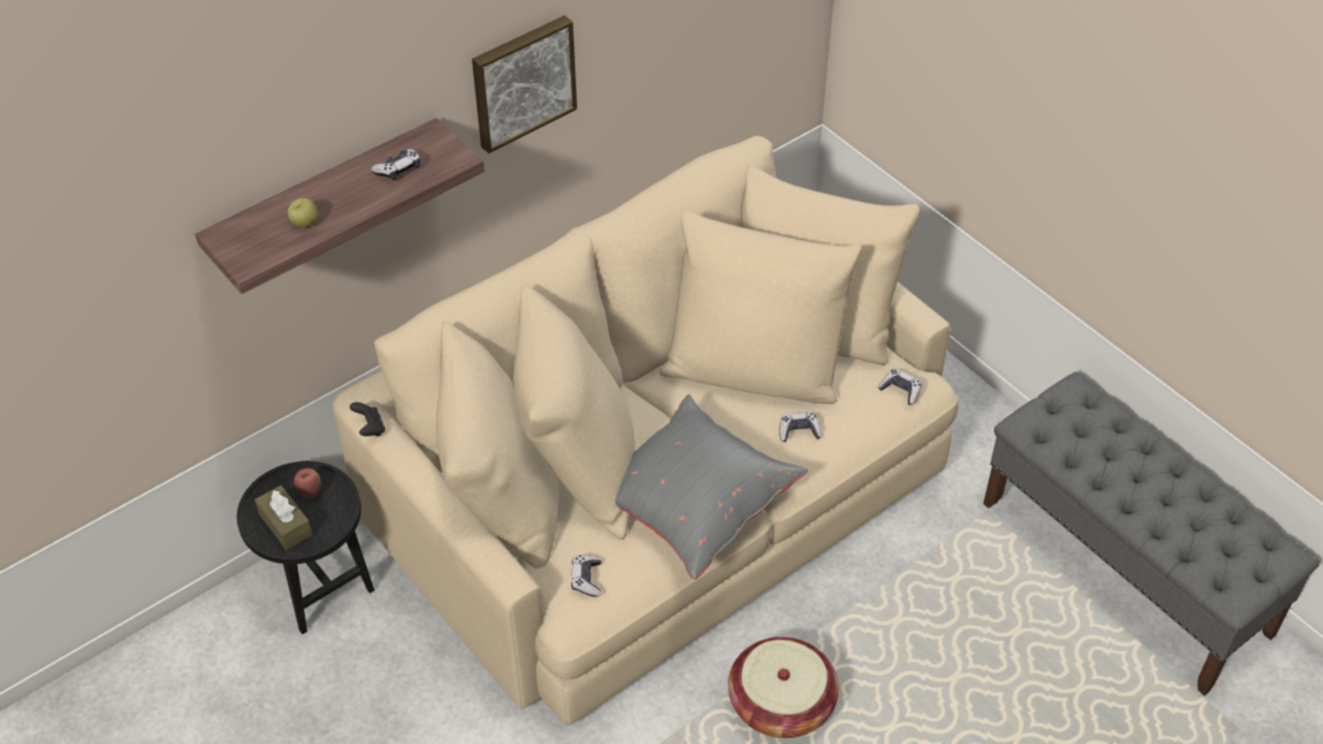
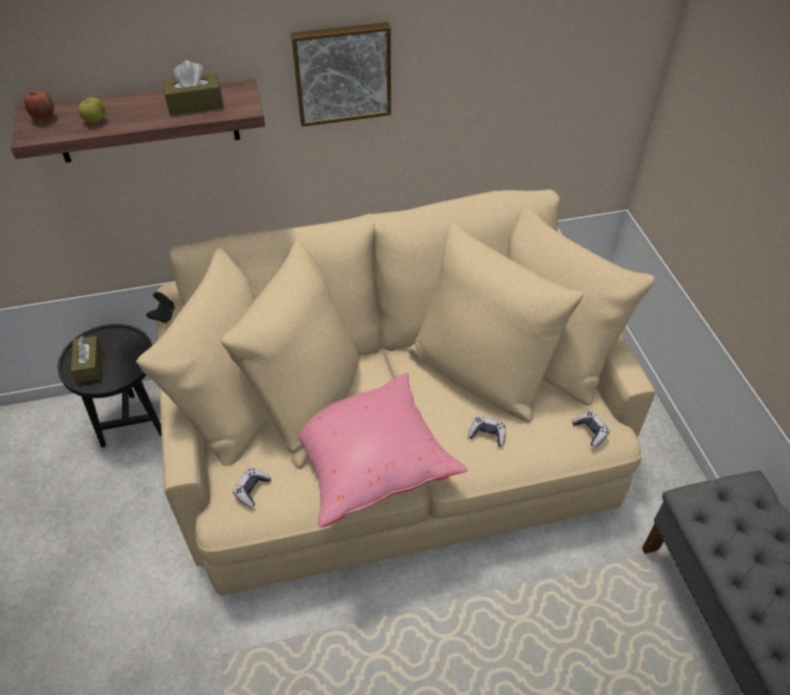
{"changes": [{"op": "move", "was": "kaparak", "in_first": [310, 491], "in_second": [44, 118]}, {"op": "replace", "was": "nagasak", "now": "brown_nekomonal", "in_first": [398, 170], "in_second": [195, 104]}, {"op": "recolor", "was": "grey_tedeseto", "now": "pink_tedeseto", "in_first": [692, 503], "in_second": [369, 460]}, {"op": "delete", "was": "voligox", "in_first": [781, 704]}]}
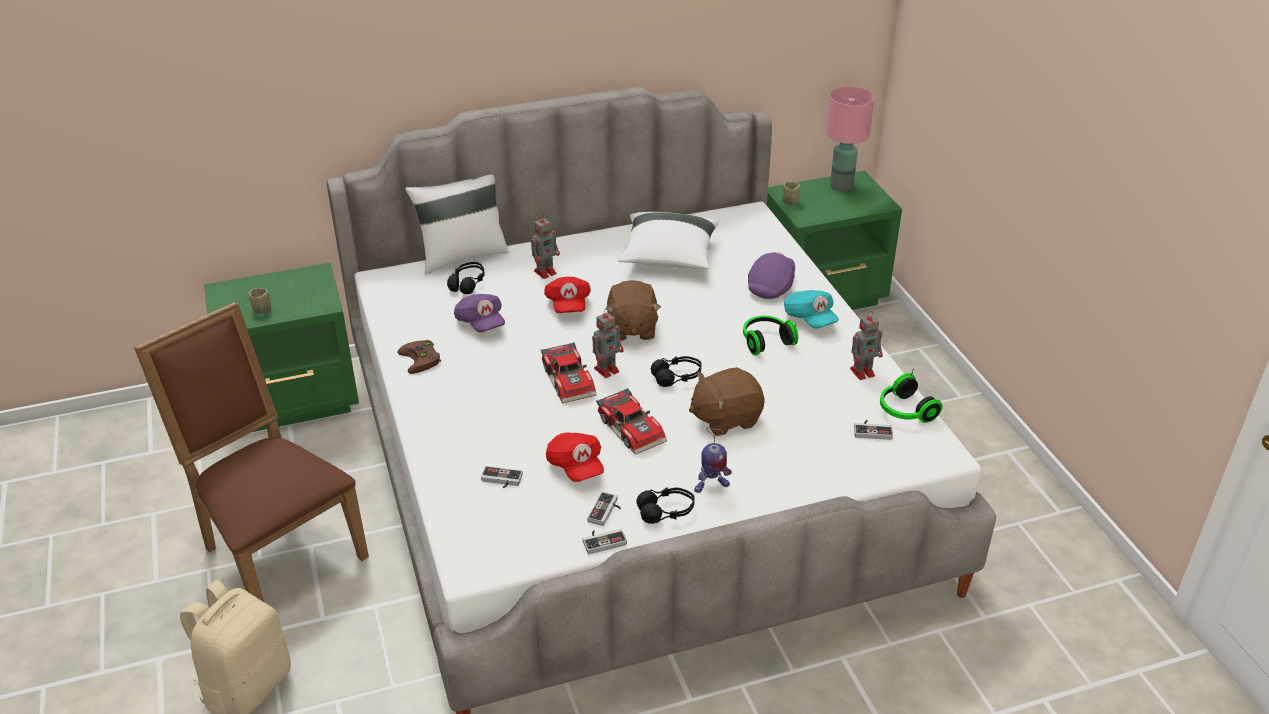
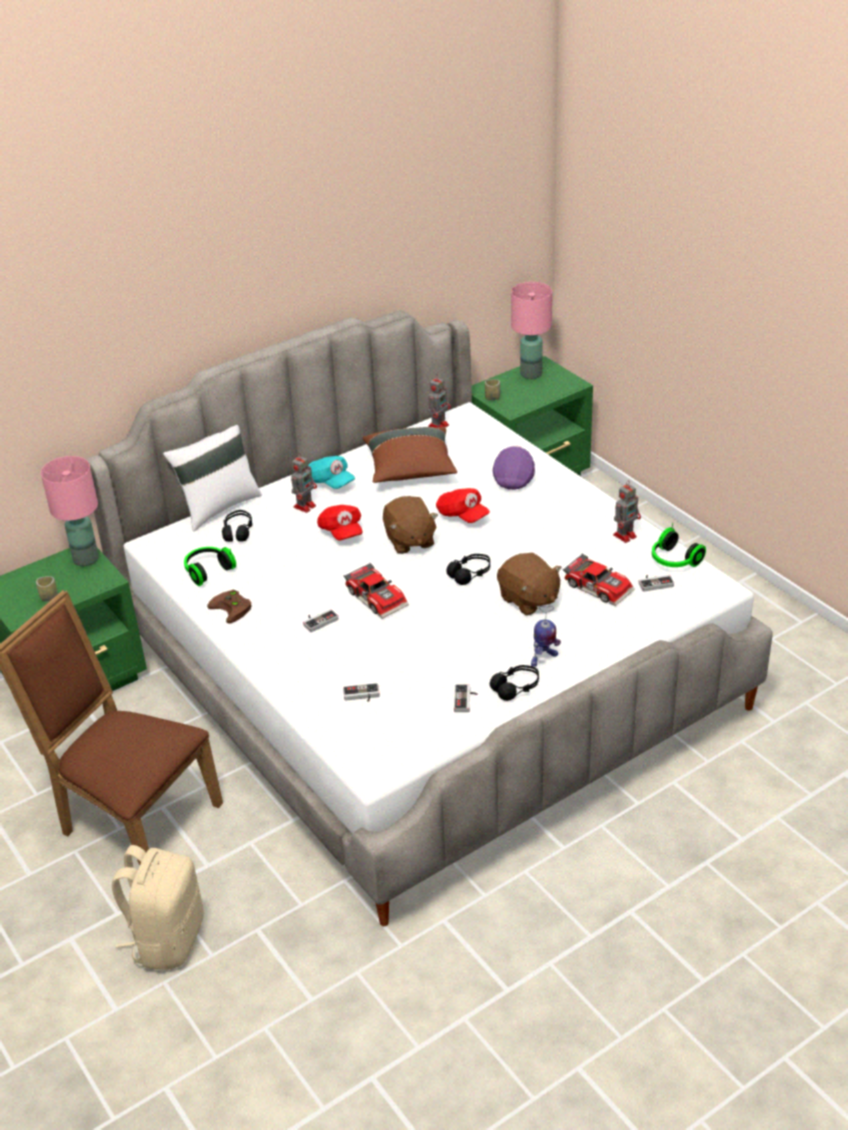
{"changes": [{"op": "insert", "now": "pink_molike", "in_second": [85, 559]}, {"op": "move", "was": "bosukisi", "in_first": [765, 341], "in_second": [207, 571]}, {"op": "move", "was": "nagasak", "in_first": [603, 540], "in_second": [319, 620]}, {"op": "move", "was": "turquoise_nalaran", "in_first": [809, 319], "in_second": [330, 482]}, {"op": "recolor", "was": "white_tedeseto", "now": "brown_tedeseto", "in_first": [668, 257], "in_second": [410, 469]}, {"op": "move", "was": "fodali", "in_first": [607, 369], "in_second": [439, 425]}, {"op": "move", "was": "red_nalaran", "in_first": [575, 466], "in_second": [462, 515]}, {"op": "rotate", "was": "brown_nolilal", "in_first": [725, 418], "in_second": [528, 599], "clockwise": -90}, {"op": "move", "was": "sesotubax", "in_first": [633, 428], "in_second": [599, 586]}, {"op": "delete", "was": "purple_nalaran", "in_first": [480, 323]}]}
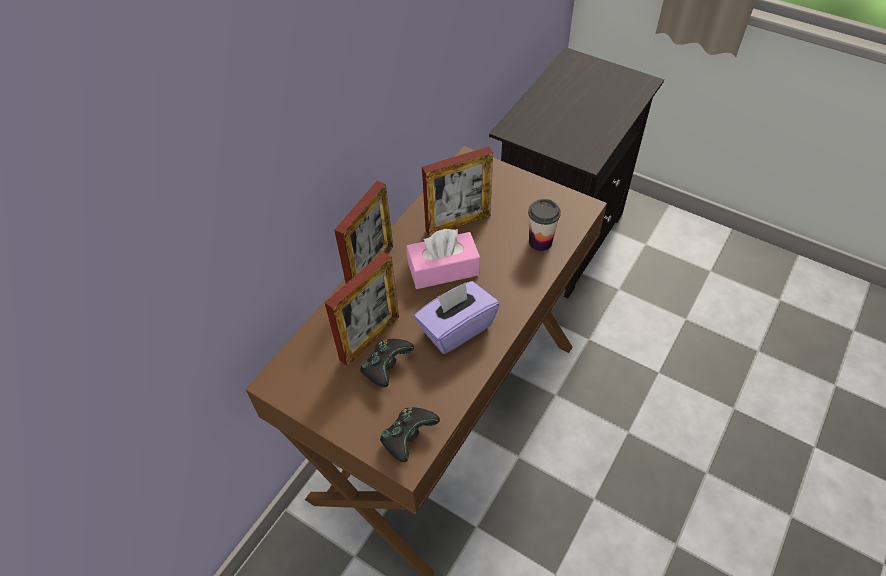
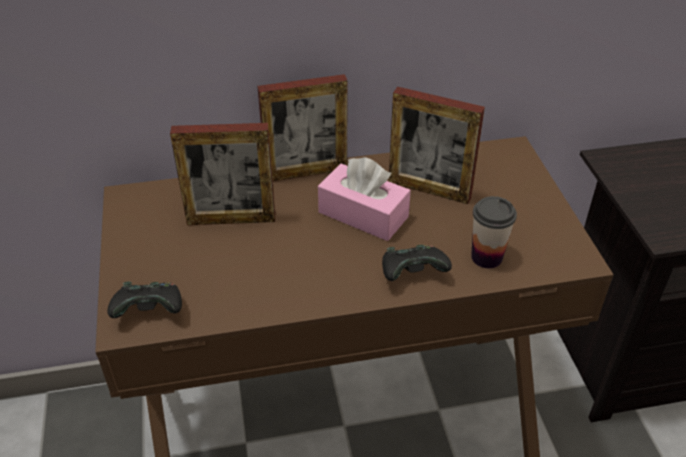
{"changes": [{"op": "move", "was": "black_nagasak", "in_first": [386, 368], "in_second": [412, 274]}, {"op": "delete", "was": "purple_nekomonal", "in_first": [456, 328]}]}
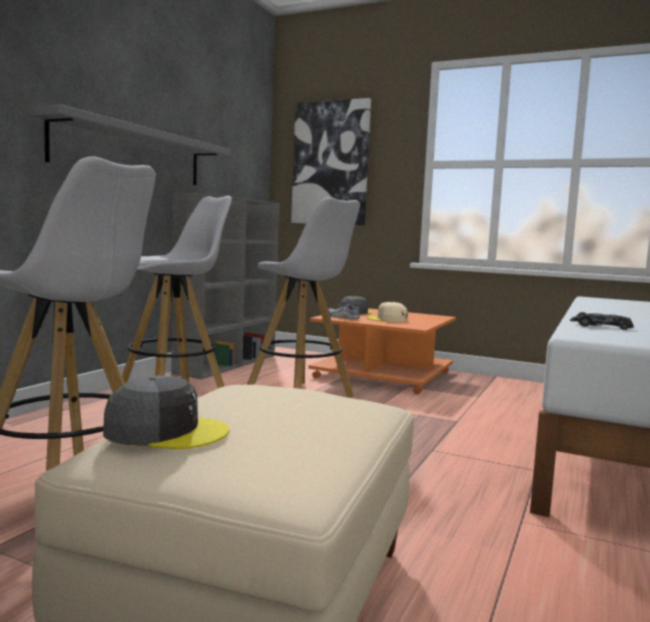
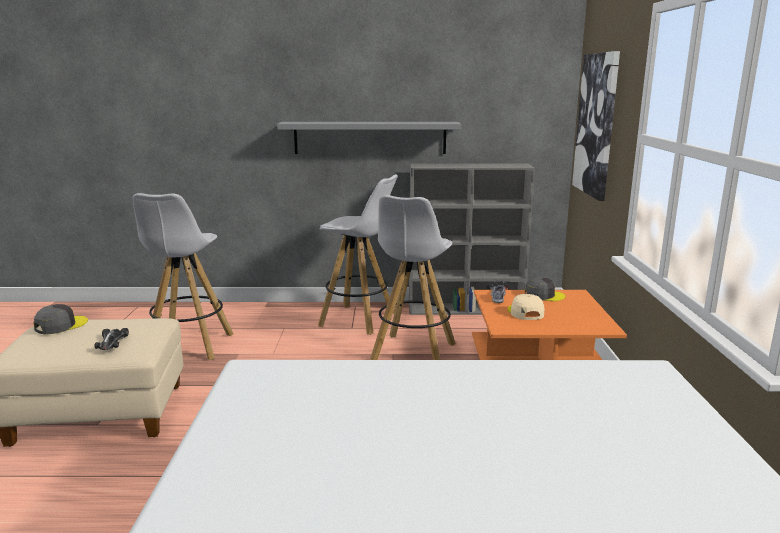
{"changes": [{"op": "rotate", "was": "grey_nalaran", "in_first": [166, 431], "in_second": [61, 325], "clockwise": -120}, {"op": "move", "was": "sesotubax", "in_first": [601, 326], "in_second": [111, 341]}]}
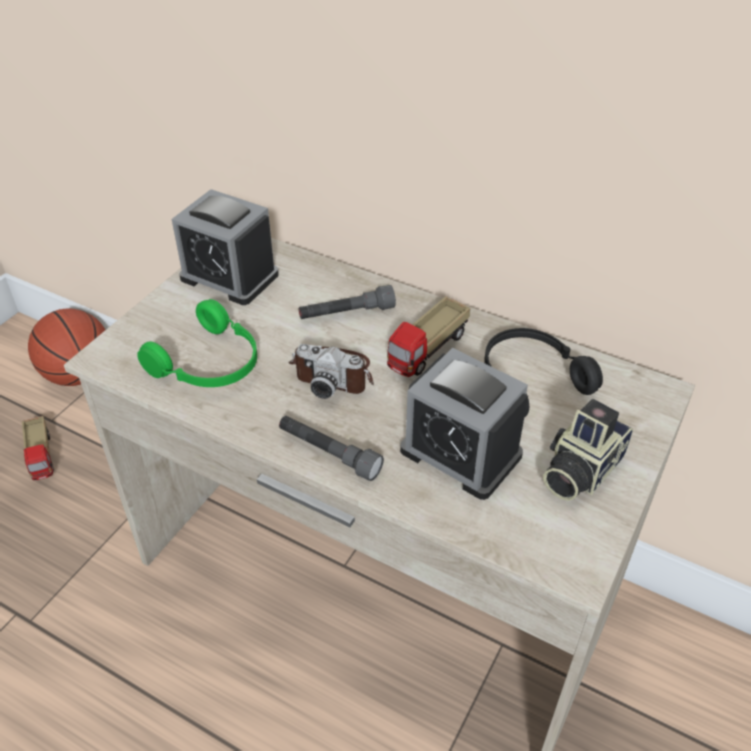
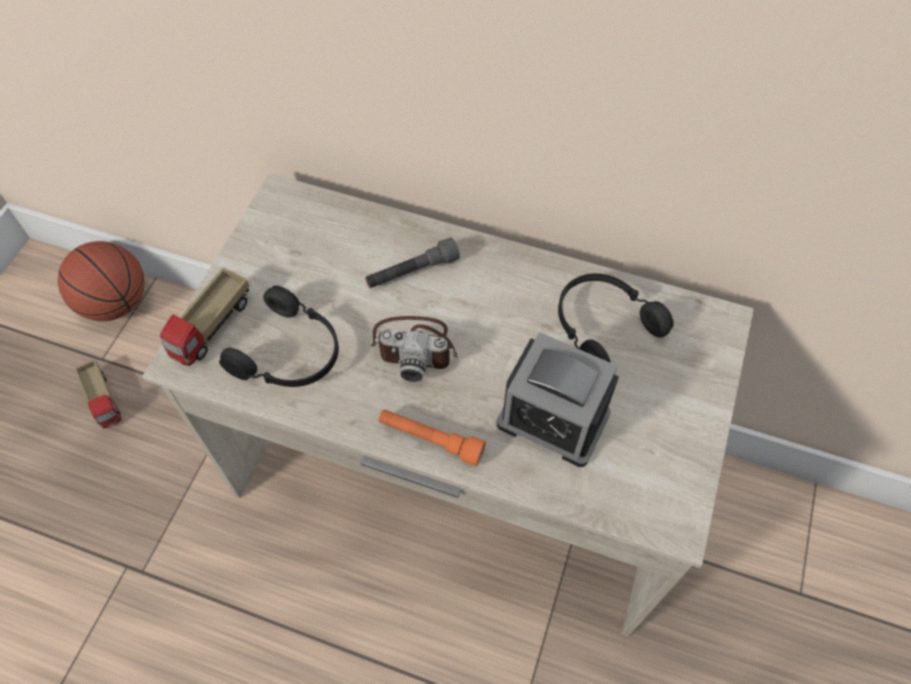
{"changes": [{"op": "move", "was": "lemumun", "in_first": [428, 351], "in_second": [212, 328]}, {"op": "recolor", "was": "green_bosukisi", "now": "black_bosukisi", "in_first": [210, 364], "in_second": [291, 353]}, {"op": "recolor", "was": "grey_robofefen", "now": "orange_robofefen", "in_first": [329, 453], "in_second": [430, 440]}, {"op": "delete", "was": "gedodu", "in_first": [229, 276]}, {"op": "delete", "was": "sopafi", "in_first": [578, 470]}]}
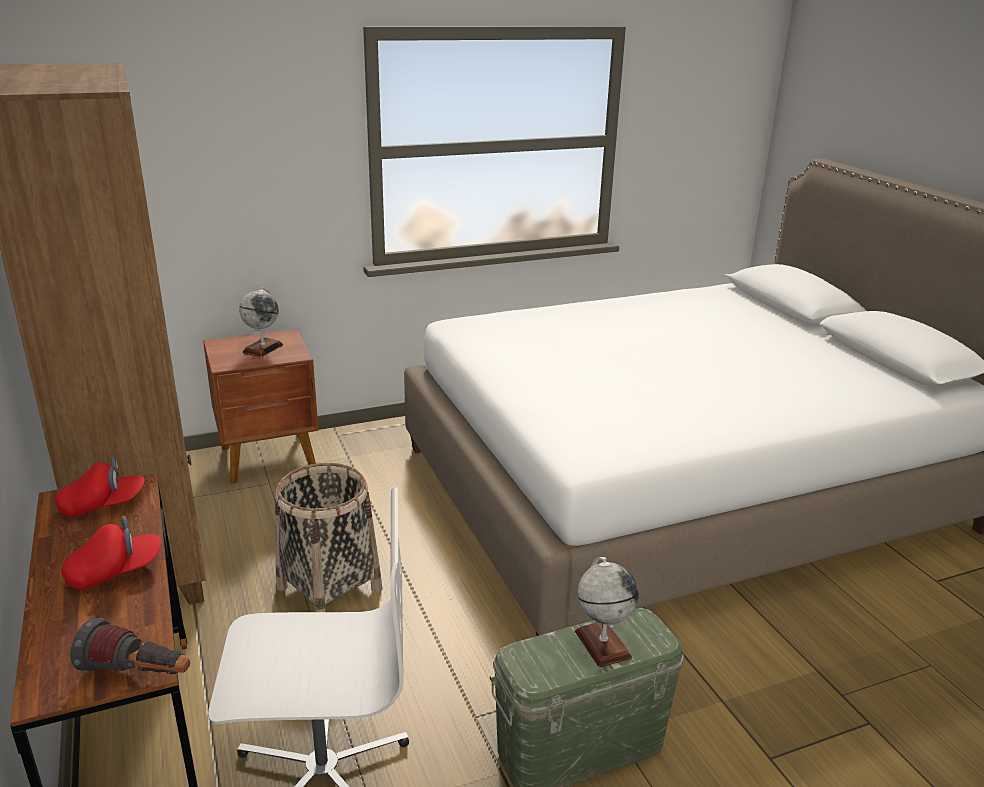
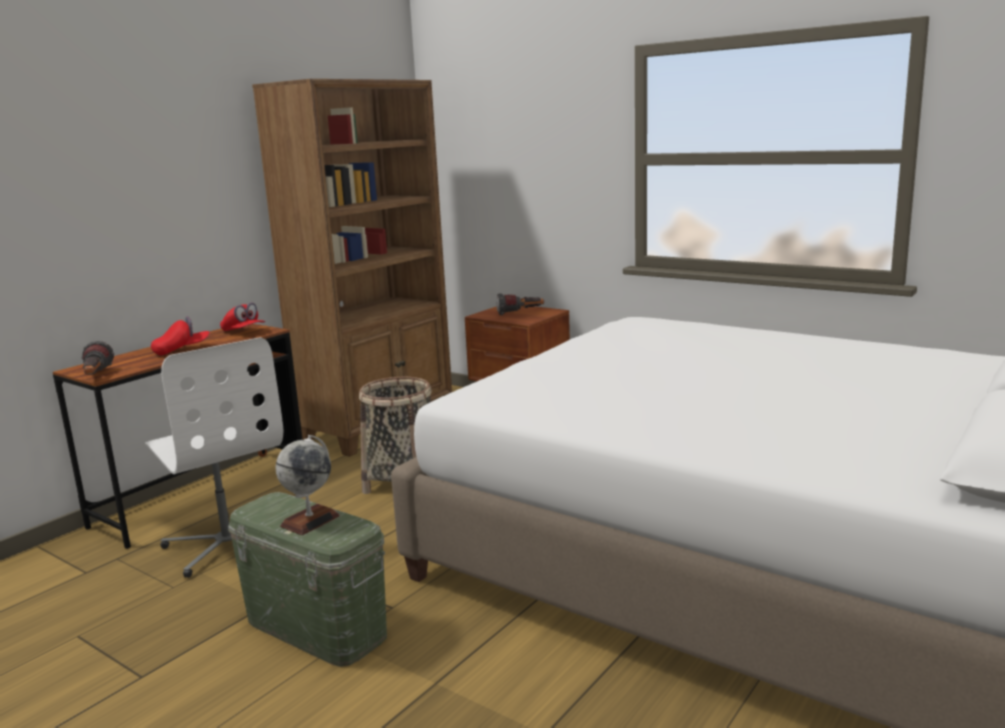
{"changes": [{"op": "rotate", "was": "red_nalaran", "in_first": [115, 571], "in_second": [182, 350], "clockwise": -60}, {"op": "replace", "was": "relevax", "now": "robofefen", "in_first": [263, 348], "in_second": [520, 313]}]}
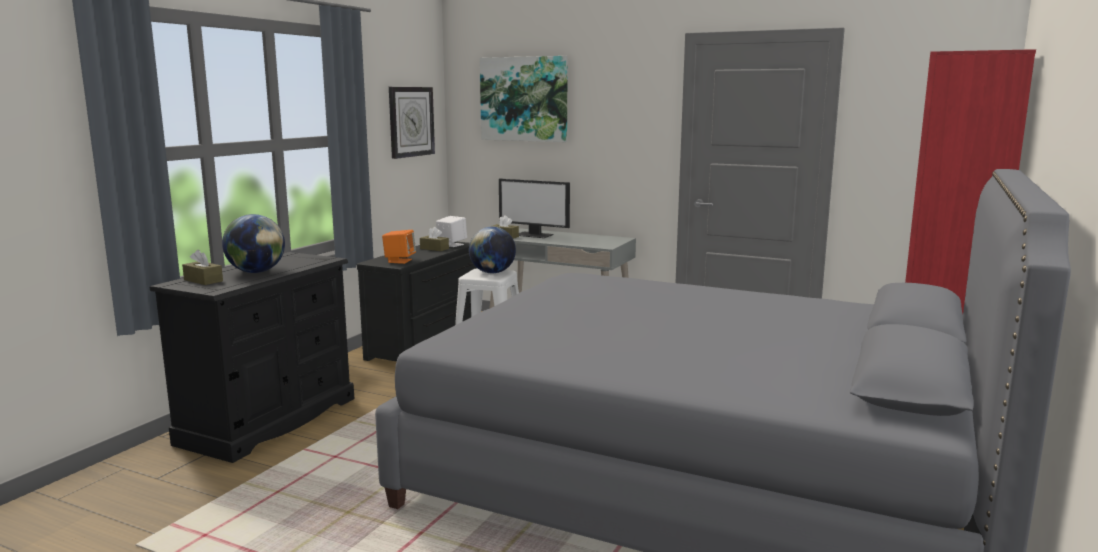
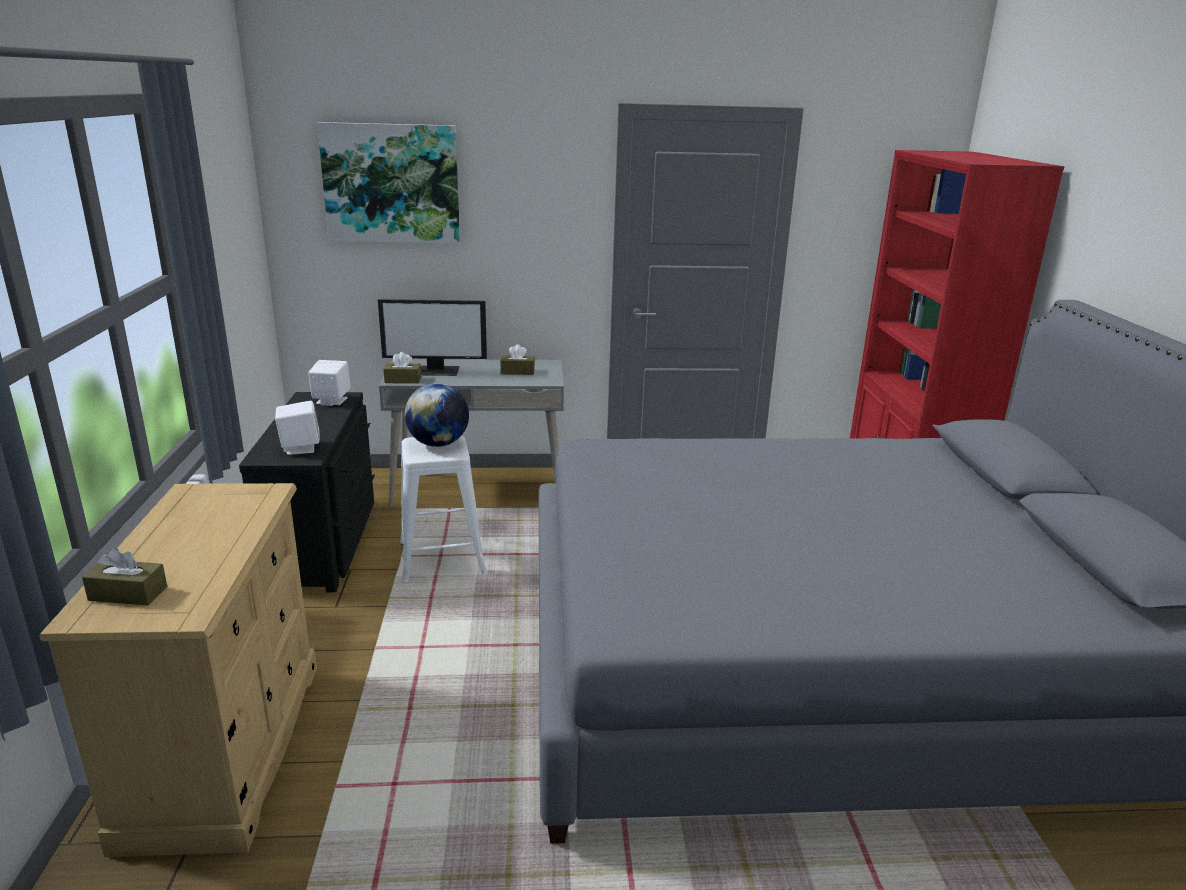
{"changes": [{"op": "recolor", "was": "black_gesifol", "now": "beige_gesifol", "in_first": [269, 420], "in_second": [226, 749]}, {"op": "recolor", "was": "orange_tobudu", "now": "white_tobudu", "in_first": [399, 261], "in_second": [300, 448]}, {"op": "move", "was": "brown_nekomonal", "in_first": [434, 249], "in_second": [517, 371]}, {"op": "delete", "was": "relevax", "in_first": [256, 272]}, {"op": "delete", "was": "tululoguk", "in_first": [411, 121]}]}
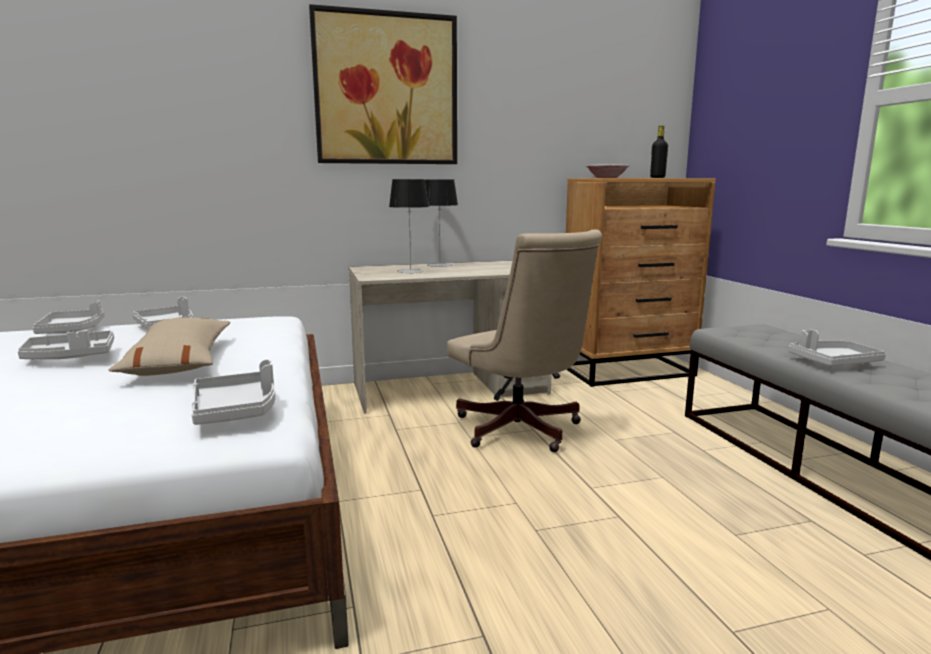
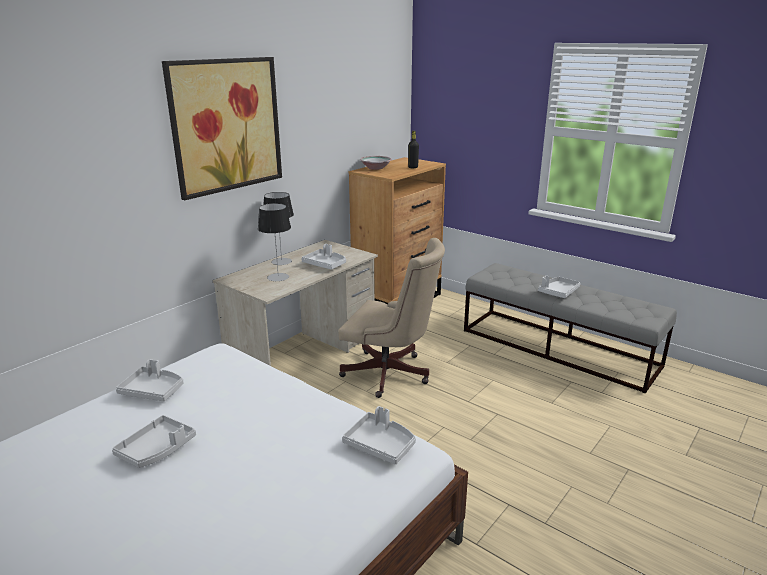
{"changes": [{"op": "move", "was": "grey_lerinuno", "in_first": [72, 330], "in_second": [325, 264]}, {"op": "delete", "was": "beige_tedeseto", "in_first": [179, 362]}]}
